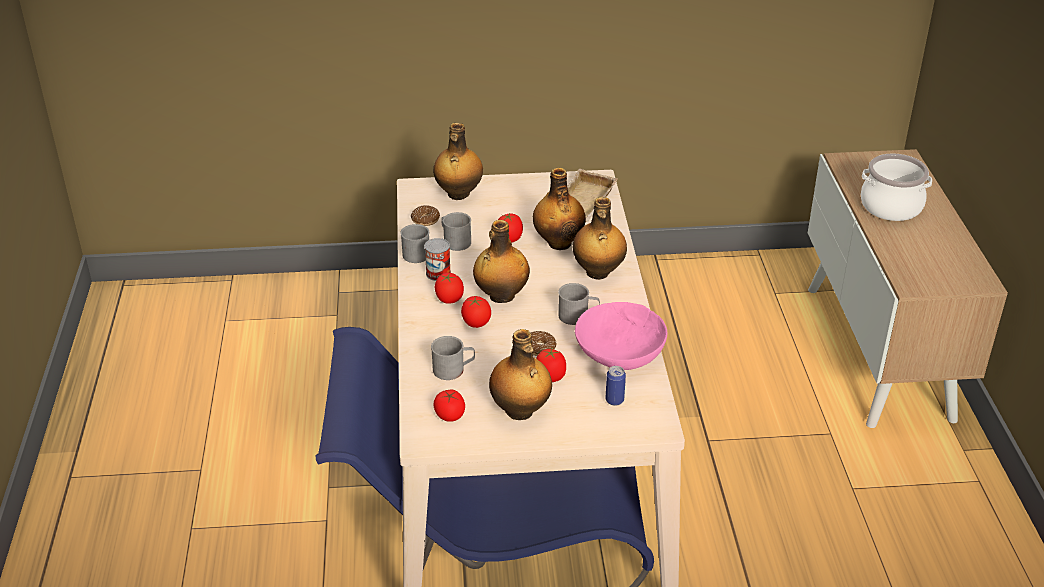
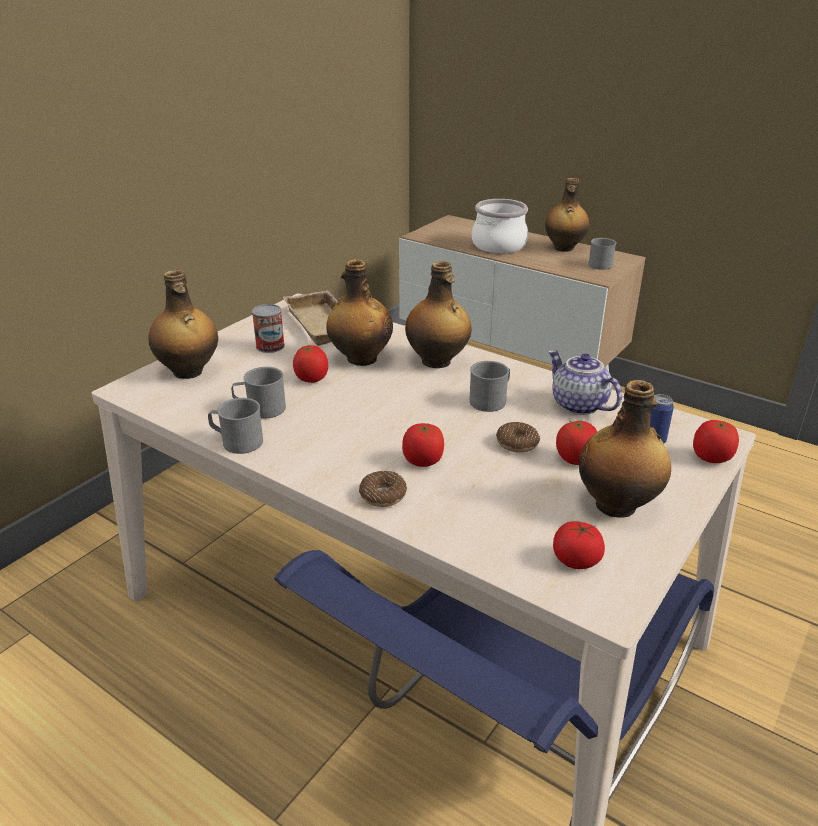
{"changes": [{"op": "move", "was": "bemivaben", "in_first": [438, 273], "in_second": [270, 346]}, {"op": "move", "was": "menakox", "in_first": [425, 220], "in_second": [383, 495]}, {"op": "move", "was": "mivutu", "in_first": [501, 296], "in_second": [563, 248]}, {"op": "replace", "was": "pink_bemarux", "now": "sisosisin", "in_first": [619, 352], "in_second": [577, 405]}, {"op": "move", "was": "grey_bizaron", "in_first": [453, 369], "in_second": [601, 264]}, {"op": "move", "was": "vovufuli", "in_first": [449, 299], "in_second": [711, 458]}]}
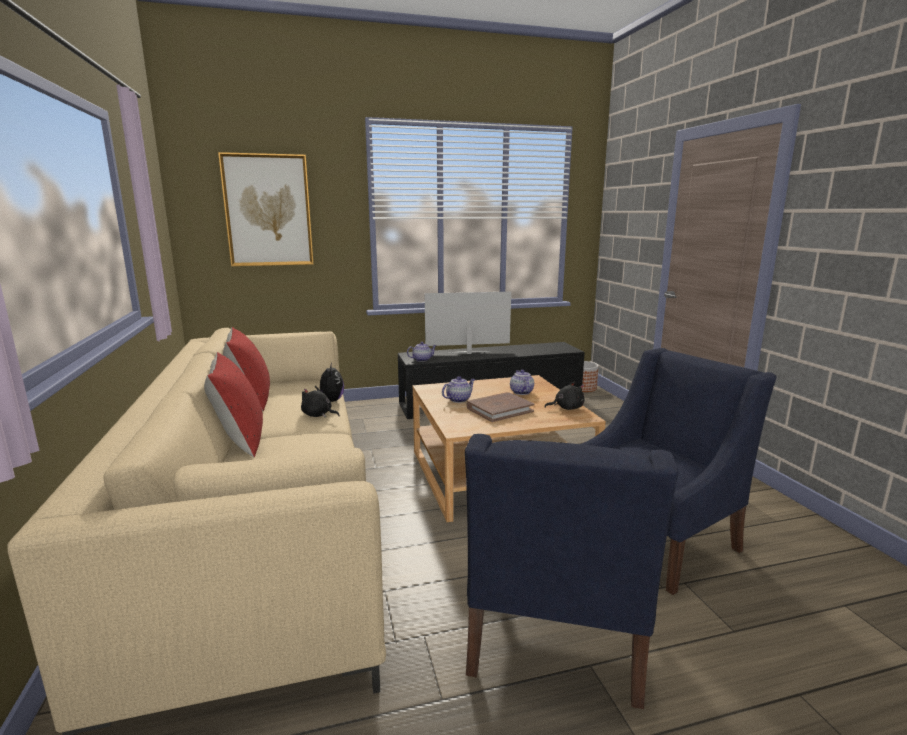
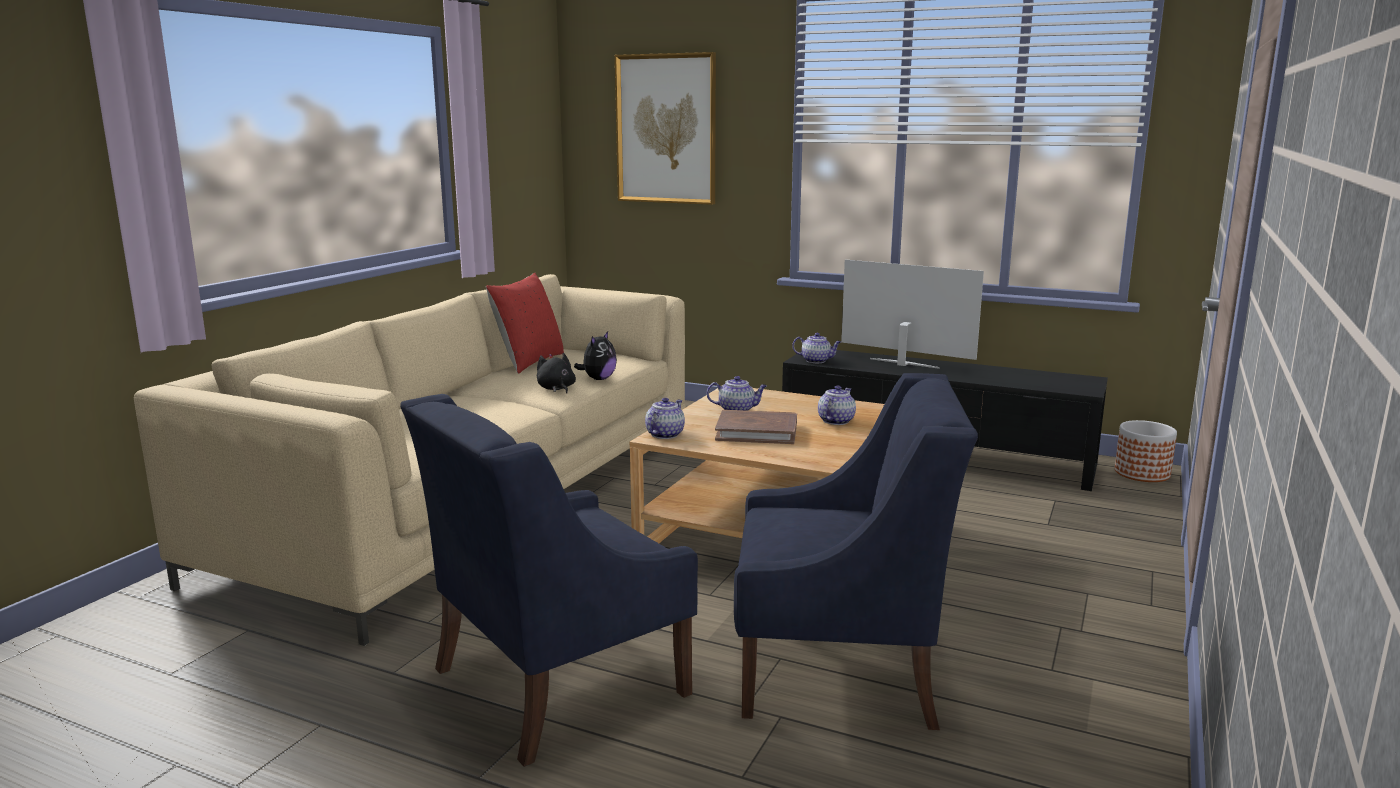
{"changes": [{"op": "insert", "now": "sisosisin", "in_second": [665, 434]}, {"op": "delete", "was": "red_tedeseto", "in_first": [239, 441]}, {"op": "delete", "was": "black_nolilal", "in_first": [566, 408]}]}
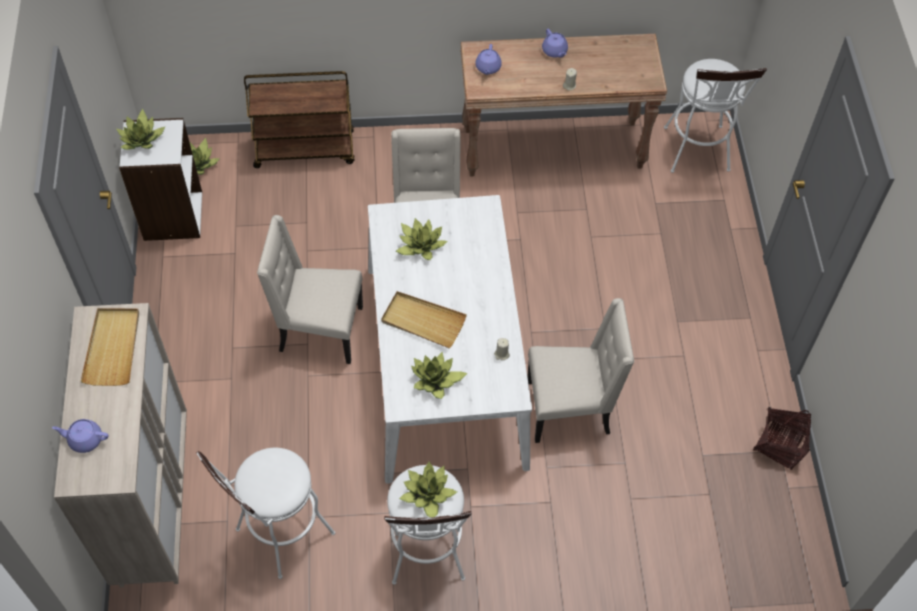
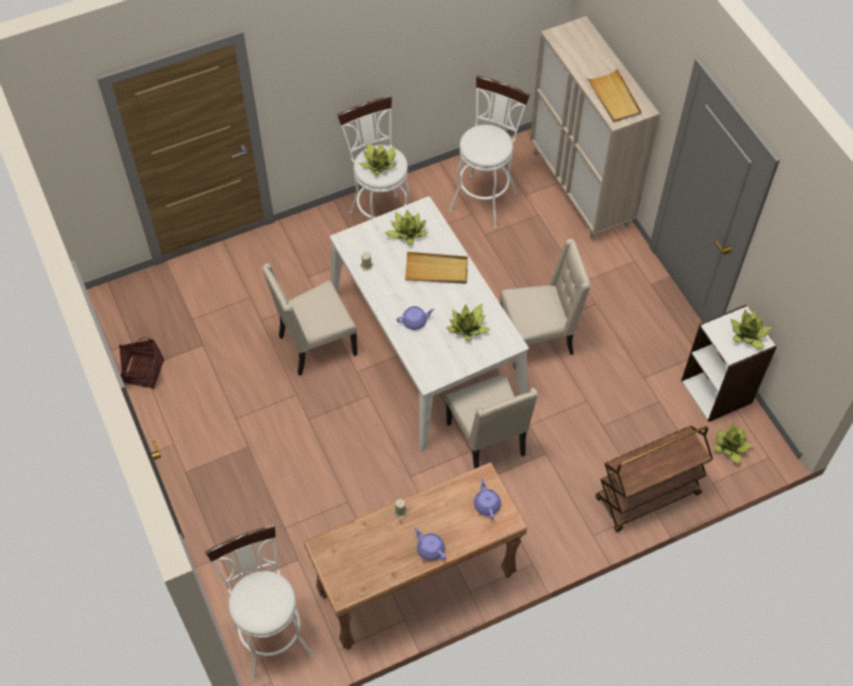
{"changes": [{"op": "move", "was": "purple_sisosisin", "in_first": [85, 439], "in_second": [415, 321]}]}
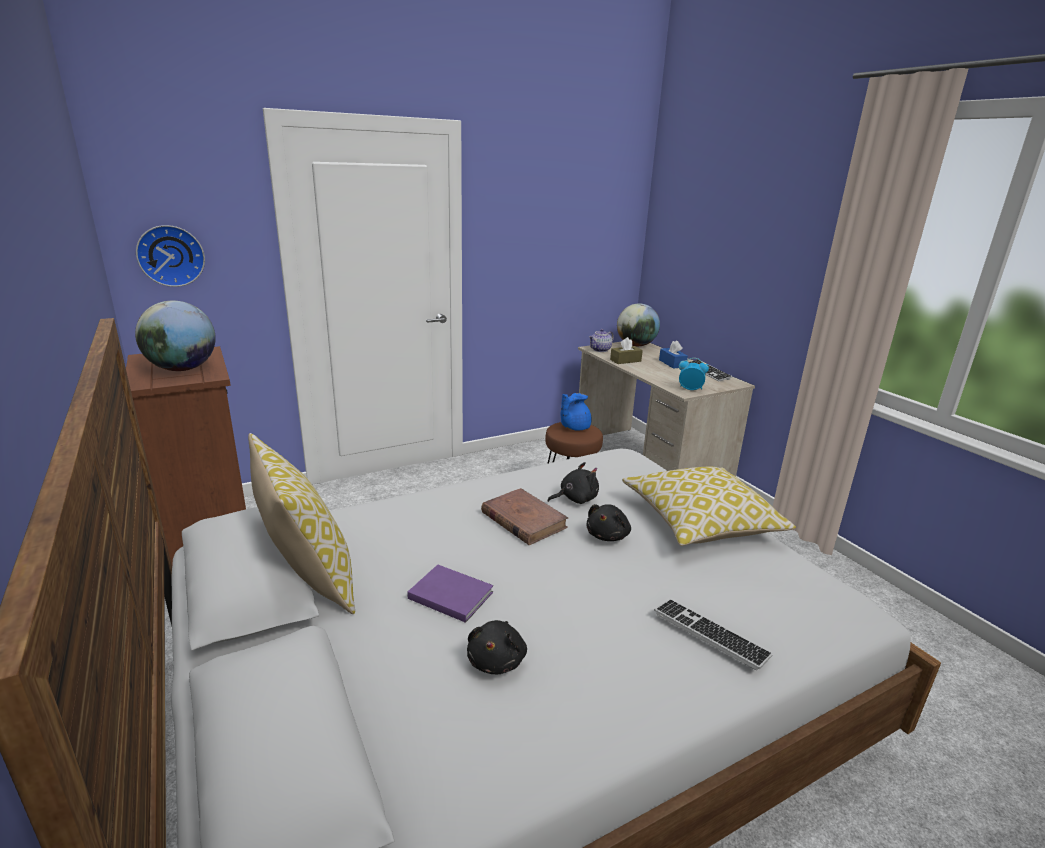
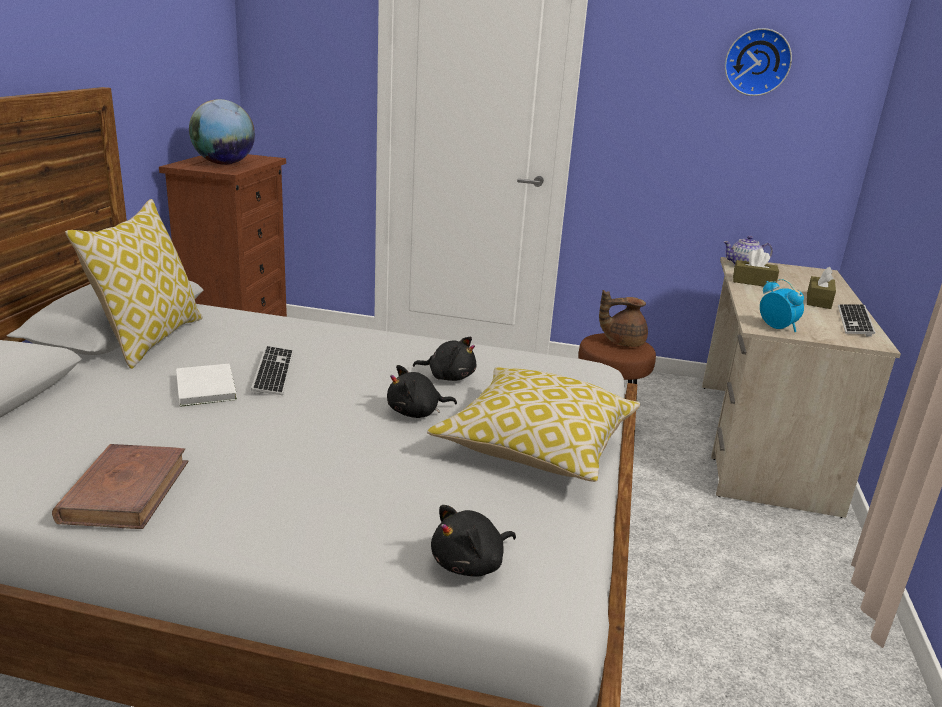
{"changes": [{"op": "move", "was": "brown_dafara", "in_first": [523, 520], "in_second": [126, 491]}, {"op": "recolor", "was": "purple_dafara", "now": "white_dafara", "in_first": [449, 594], "in_second": [207, 387]}, {"op": "move", "was": "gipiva", "in_first": [710, 634], "in_second": [273, 372]}, {"op": "move", "was": "black_nolilal", "in_first": [497, 660], "in_second": [470, 564]}, {"op": "recolor", "was": "blue_sisosisin", "now": "brown_sisosisin", "in_first": [574, 427], "in_second": [622, 342]}, {"op": "move", "was": "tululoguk", "in_first": [171, 255], "in_second": [757, 62]}, {"op": "recolor", "was": "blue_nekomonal", "now": "brown_nekomonal", "in_first": [672, 363], "in_second": [818, 301]}, {"op": "delete", "was": "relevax", "in_first": [636, 345]}]}
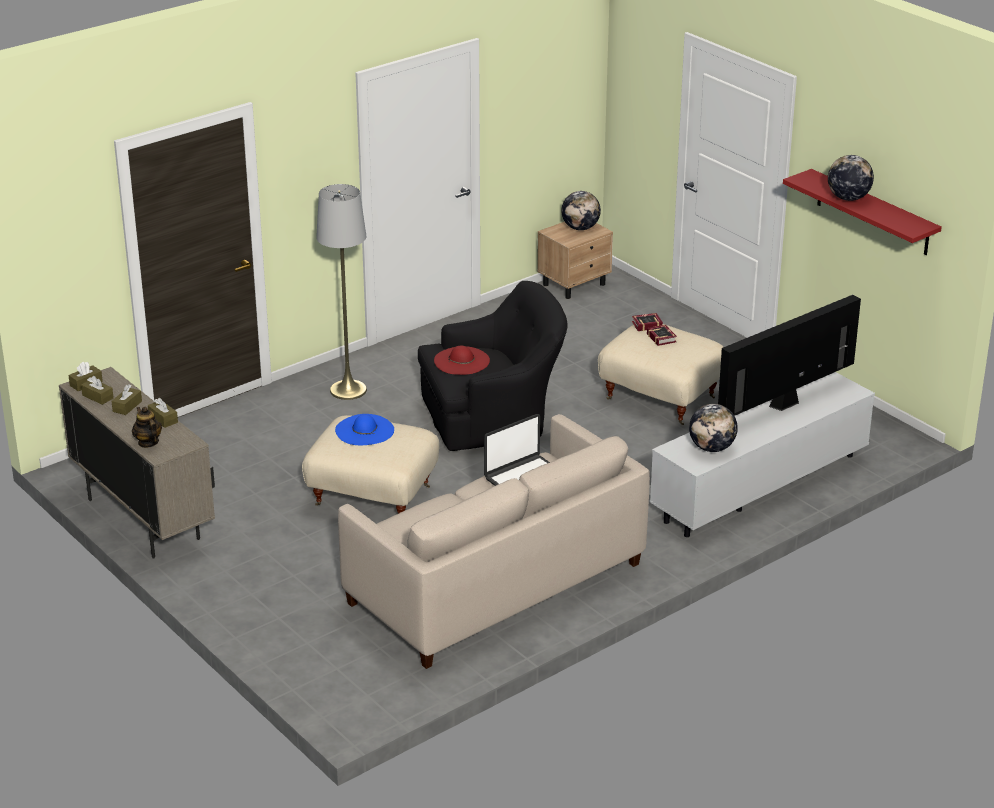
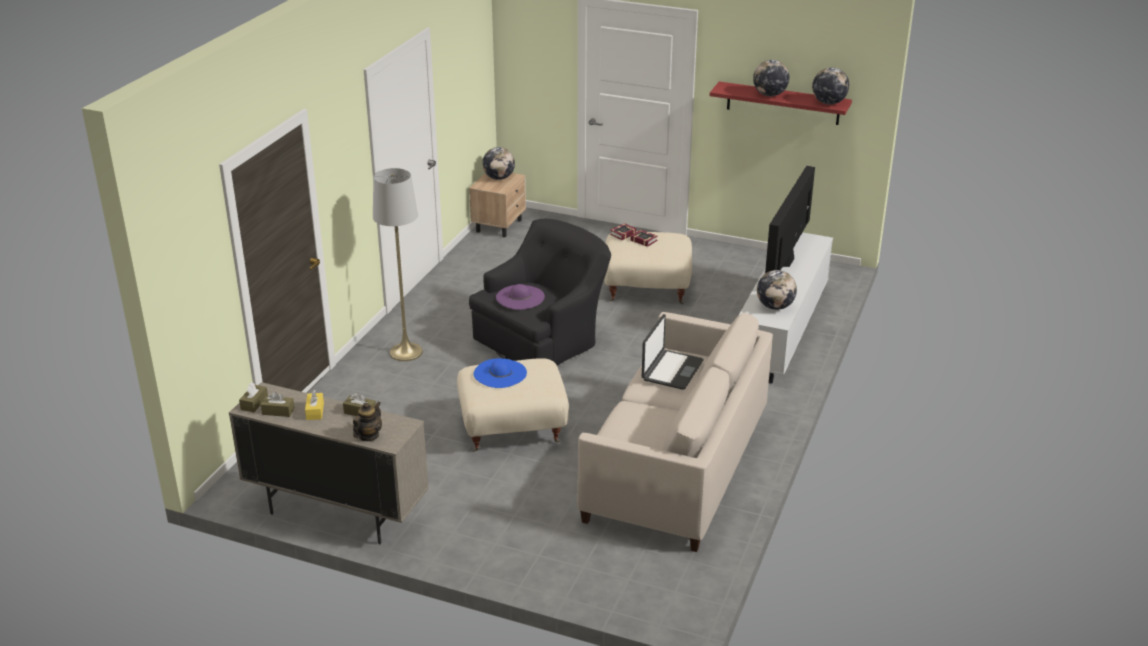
{"changes": [{"op": "recolor", "was": "brown_nekomonal", "now": "yellow_nekomonal", "in_first": [127, 406], "in_second": [315, 411]}, {"op": "rotate", "was": "sisosisin", "in_first": [148, 442], "in_second": [368, 436], "clockwise": 90}, {"op": "recolor", "was": "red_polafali", "now": "purple_polafali", "in_first": [461, 361], "in_second": [520, 297]}, {"op": "insert", "now": "relevax", "in_second": [828, 103]}]}
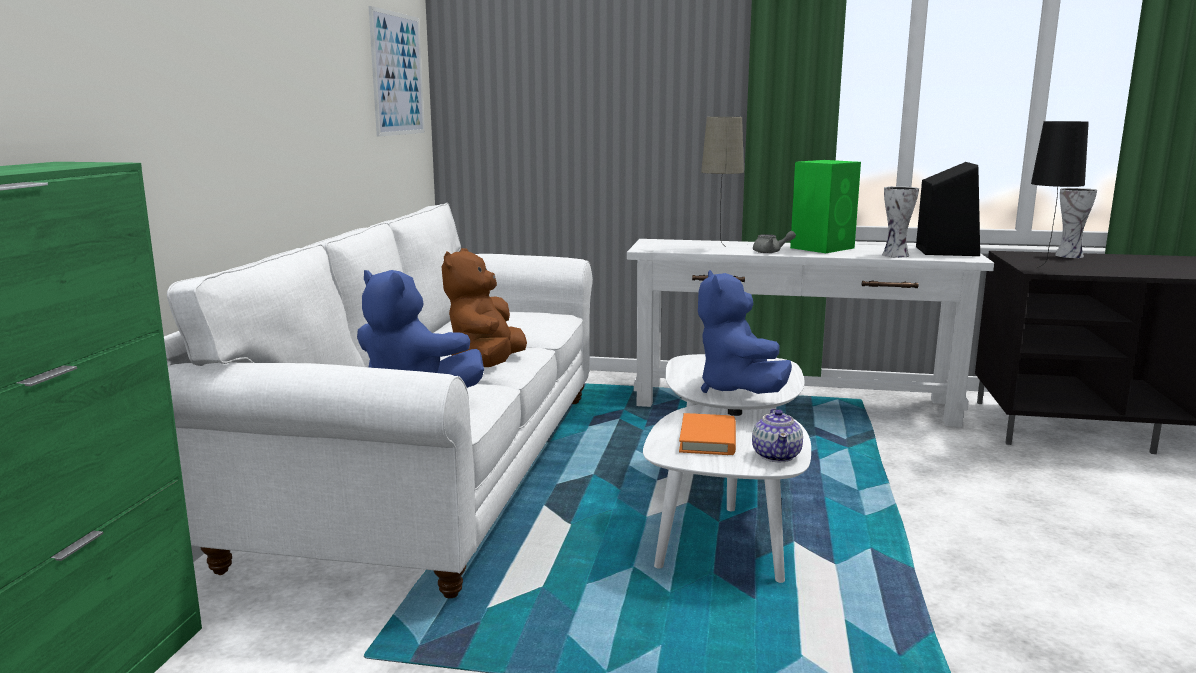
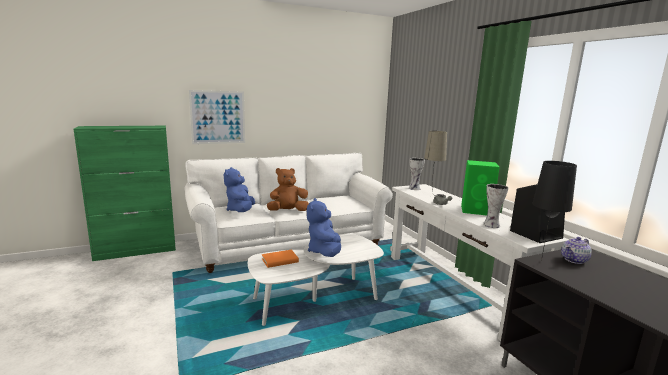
{"changes": [{"op": "move", "was": "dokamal", "in_first": [397, 74], "in_second": [218, 117]}, {"op": "rotate", "was": "blue_nolilal", "in_first": [737, 390], "in_second": [324, 252], "clockwise": -45}, {"op": "move", "was": "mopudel", "in_first": [1069, 255], "in_second": [415, 188]}, {"op": "move", "was": "sisosisin", "in_first": [777, 455], "in_second": [574, 260]}]}
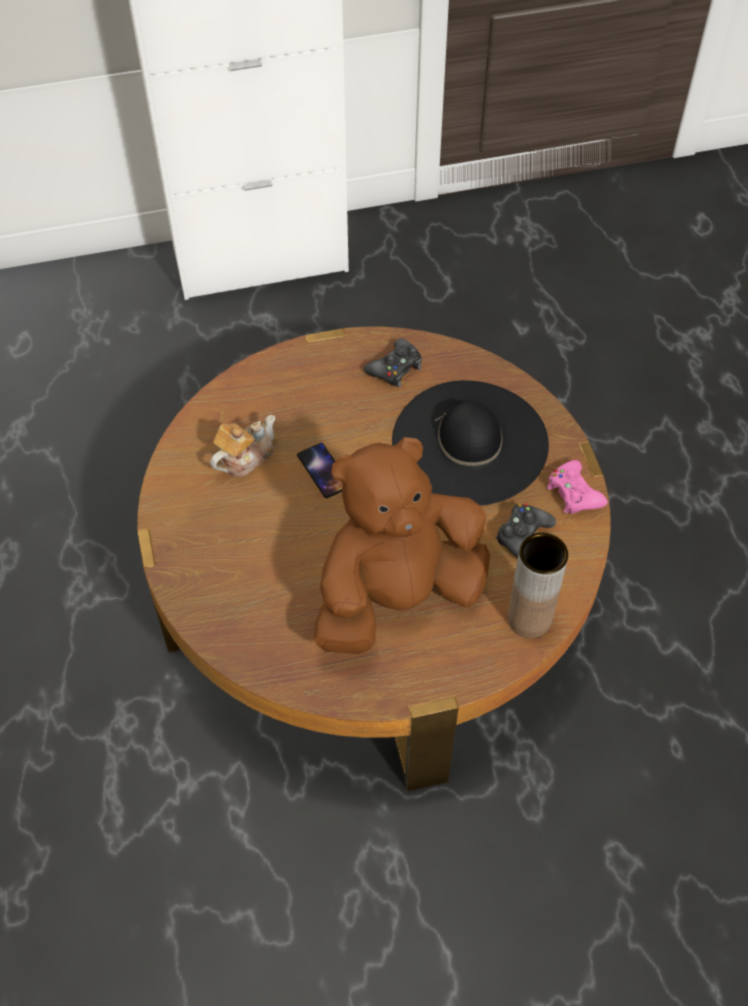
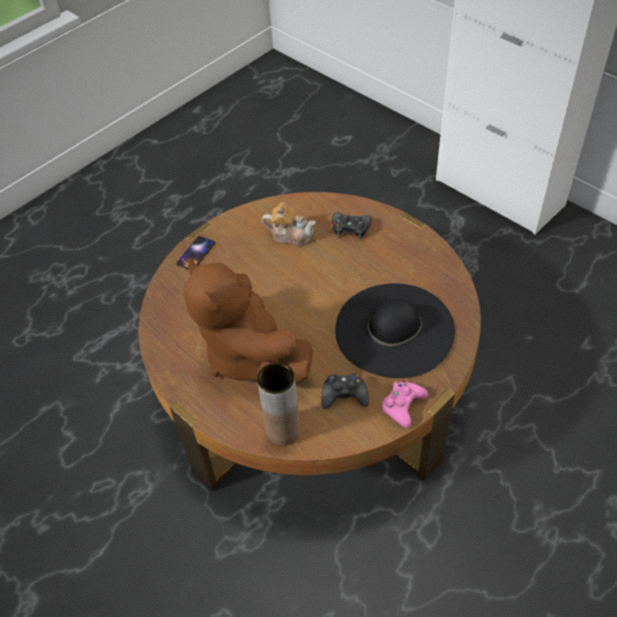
{"changes": [{"op": "move", "was": "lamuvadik", "in_first": [324, 470], "in_second": [196, 253]}, {"op": "rotate", "was": "brown_nolilal", "in_first": [397, 596], "in_second": [249, 354], "clockwise": -150}, {"op": "move", "was": "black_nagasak", "in_first": [395, 368], "in_second": [350, 228]}]}
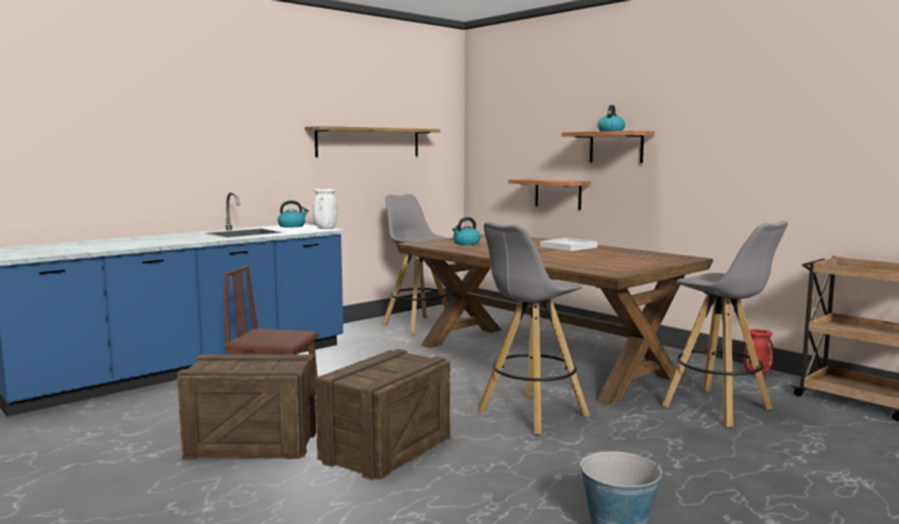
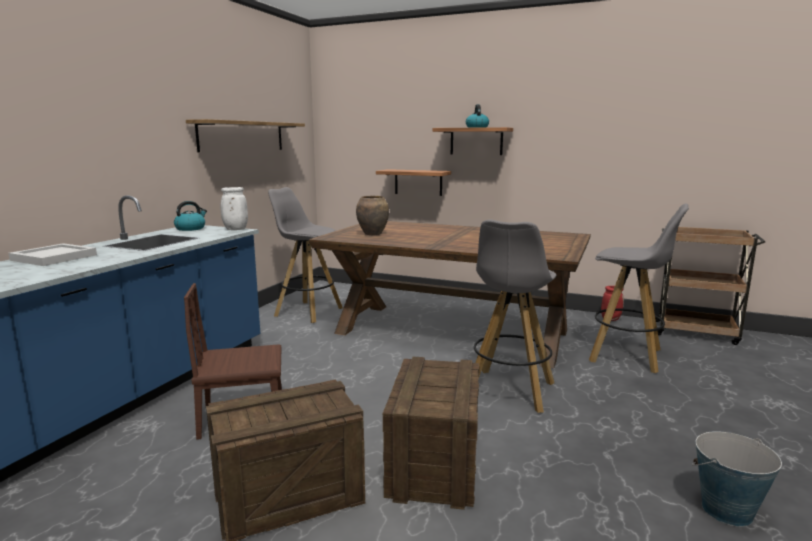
{"changes": [{"op": "move", "was": "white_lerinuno", "in_first": [568, 247], "in_second": [54, 257]}, {"op": "replace", "was": "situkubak", "now": "brown_mopudel", "in_first": [466, 243], "in_second": [373, 234]}]}
